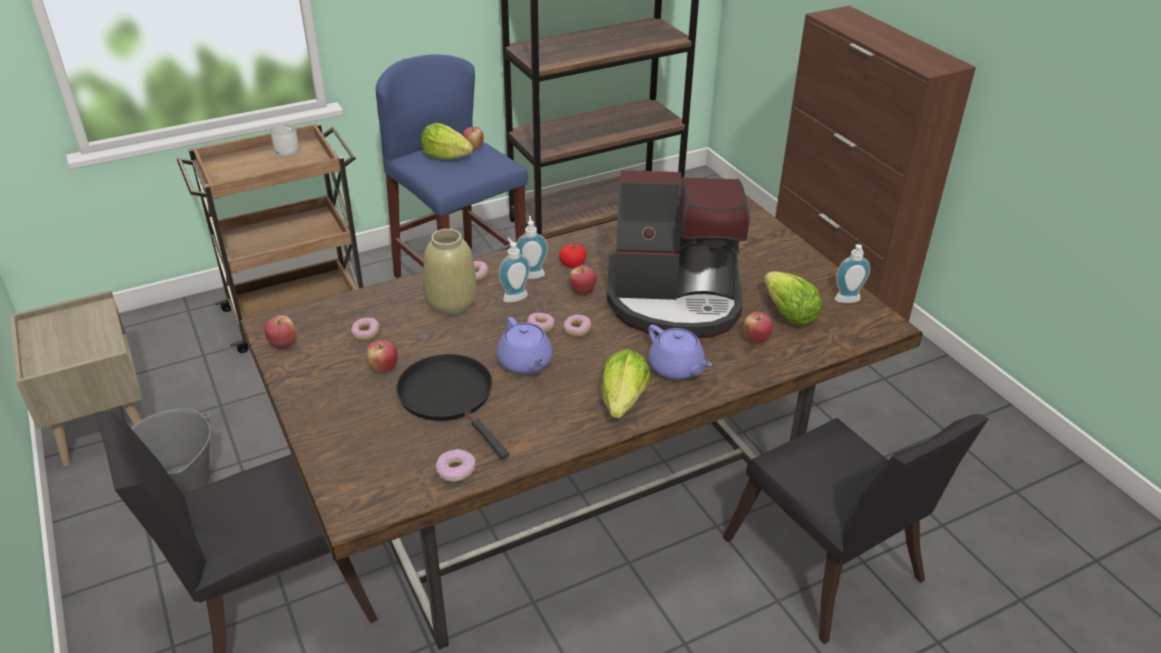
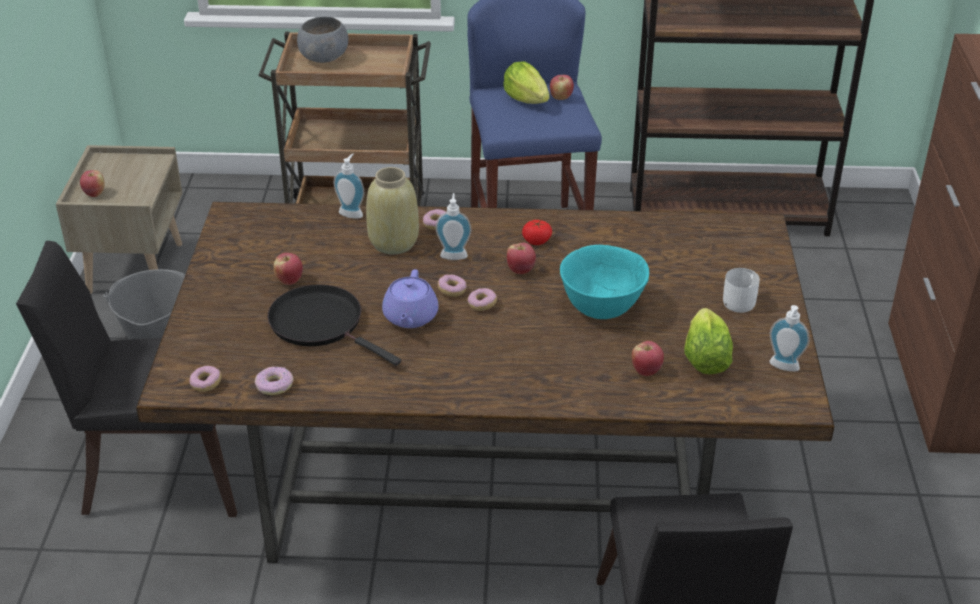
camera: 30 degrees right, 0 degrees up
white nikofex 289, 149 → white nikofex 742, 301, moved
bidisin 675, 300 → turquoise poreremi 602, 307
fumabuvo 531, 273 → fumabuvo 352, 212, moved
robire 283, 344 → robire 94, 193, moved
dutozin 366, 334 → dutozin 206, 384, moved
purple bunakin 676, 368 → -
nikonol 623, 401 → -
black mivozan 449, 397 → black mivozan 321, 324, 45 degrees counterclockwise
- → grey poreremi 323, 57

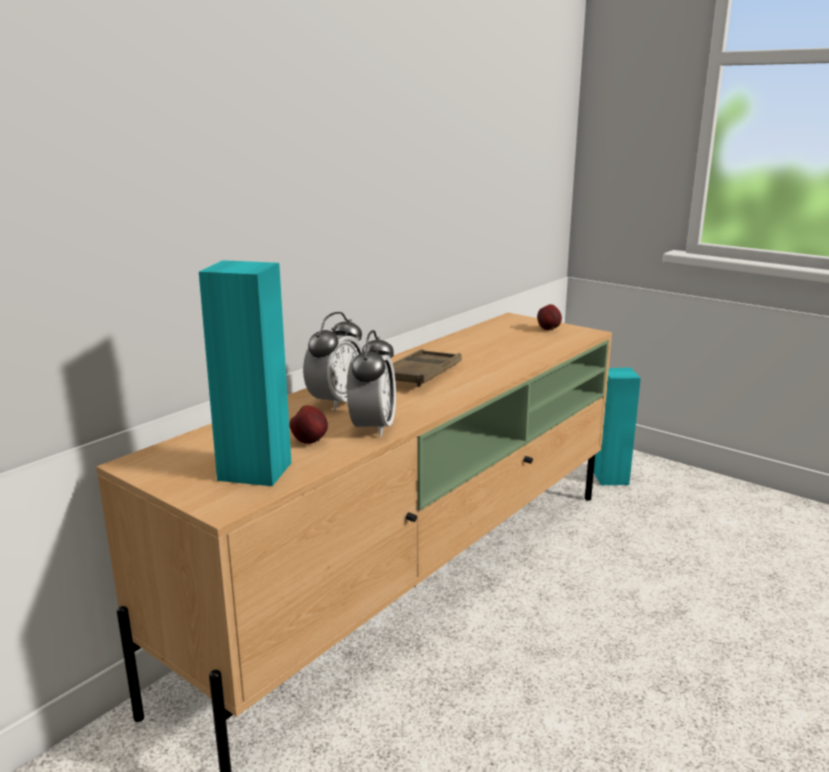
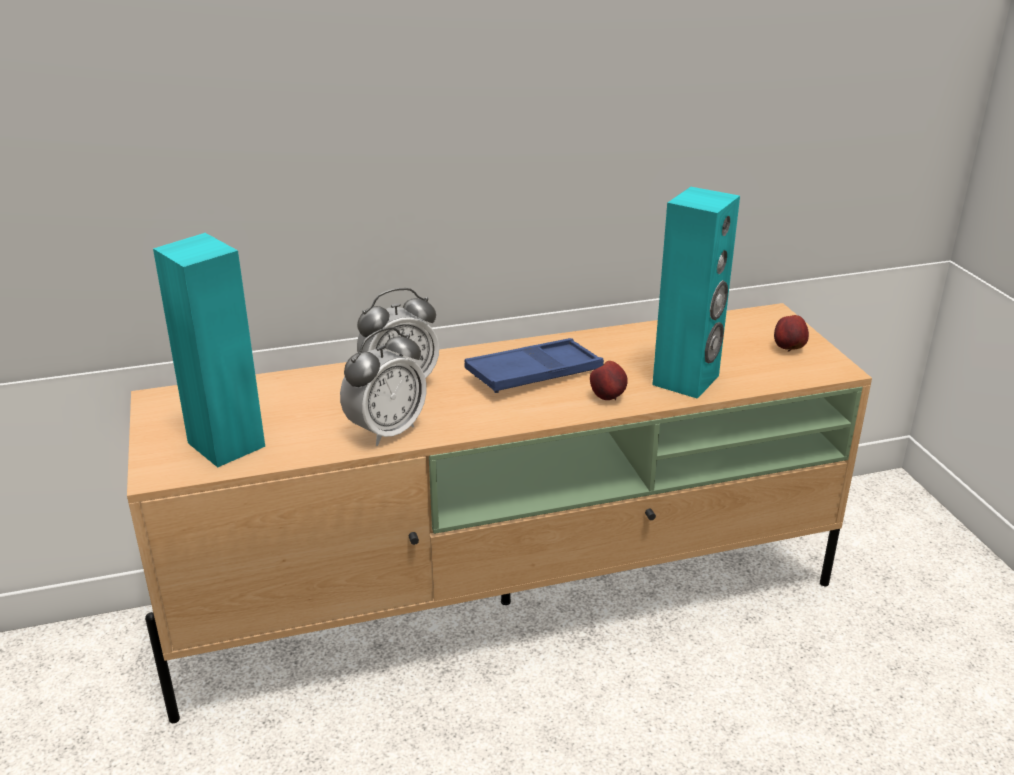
camera: 35 degrees right, 10 degrees up
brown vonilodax 422, 374 → blue vonilodax 534, 374
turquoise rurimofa 611, 477 → turquoise rurimofa 686, 380, moved
robire 310, 441 → robire 608, 397, moved

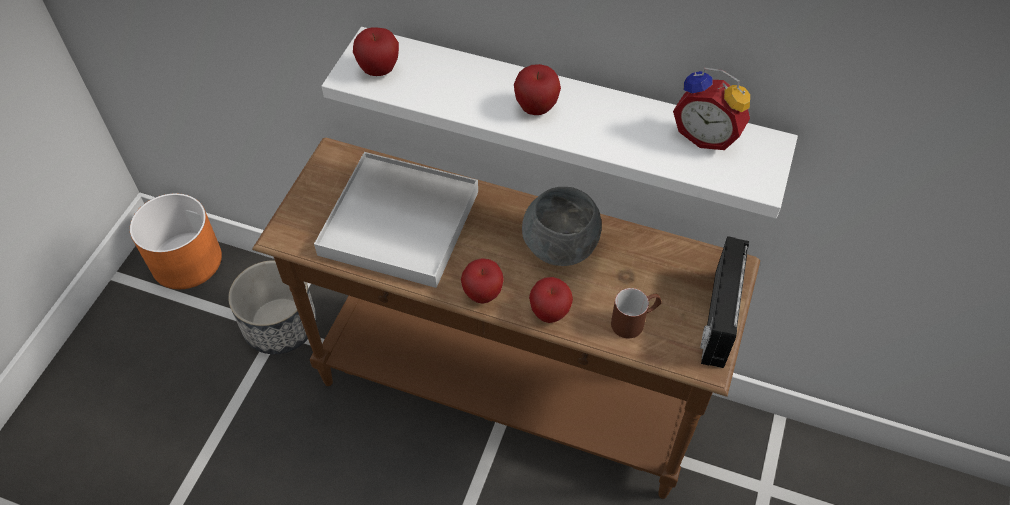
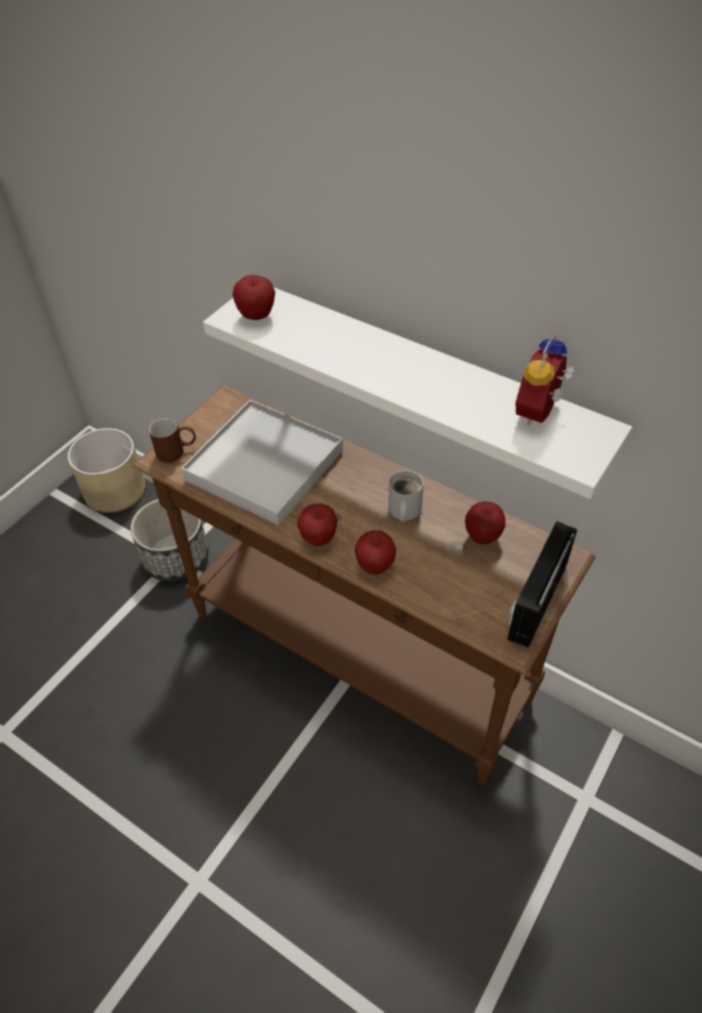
camera: 15 degrees right, 5 degrees down
robire 536, 108 → robire 482, 537, moved
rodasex 707, 135 → rodasex 540, 413, 75 degrees clockwise
grey poreremi 560, 247 → white nikofex 403, 510
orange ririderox 187, 260 → beige ririderox 115, 490
brown nikofex 635, 321 → brown nikofex 177, 451, moved

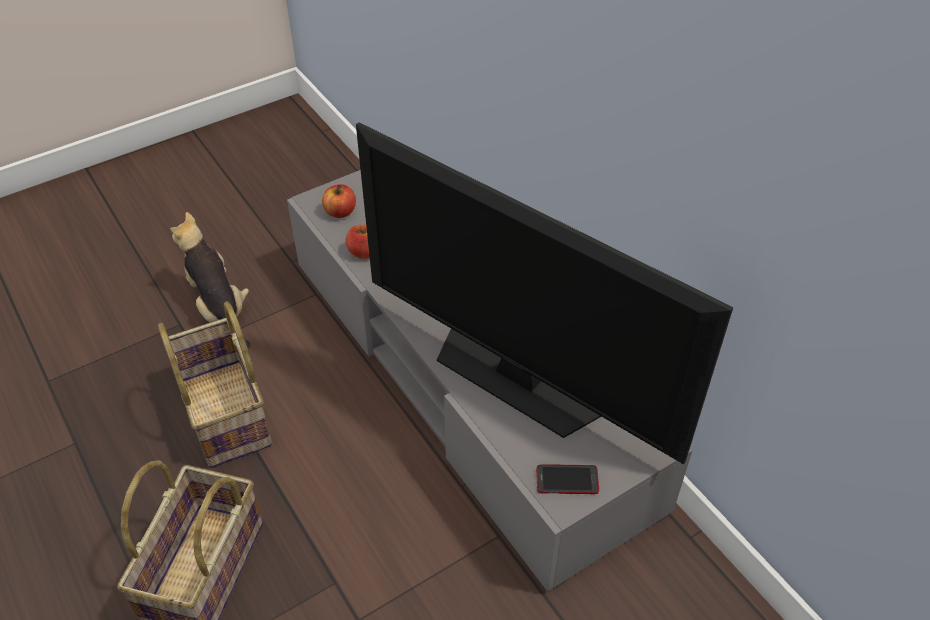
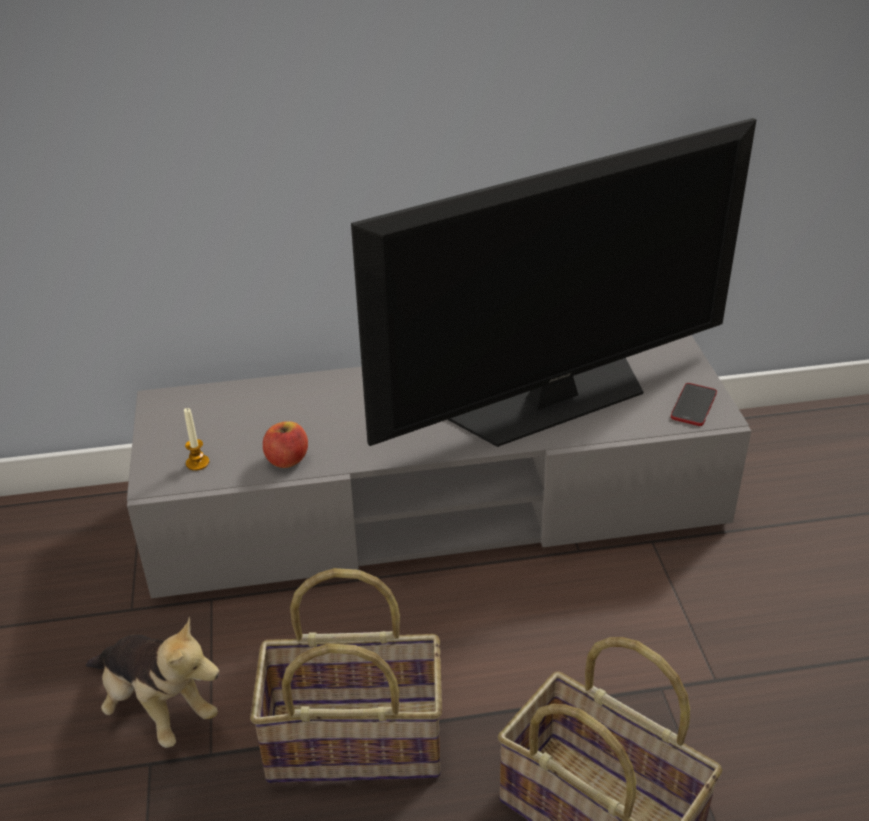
camera: 65 degrees left, 10 degrees down
robire 340, 212 → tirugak 197, 463
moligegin 220, 308 → moligegin 156, 708, 135 degrees counterclockwise

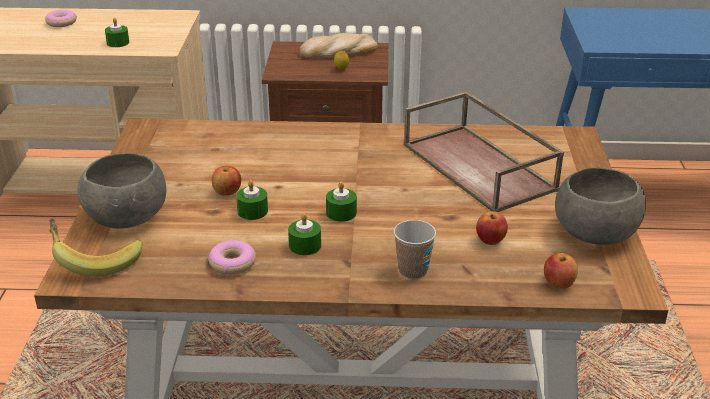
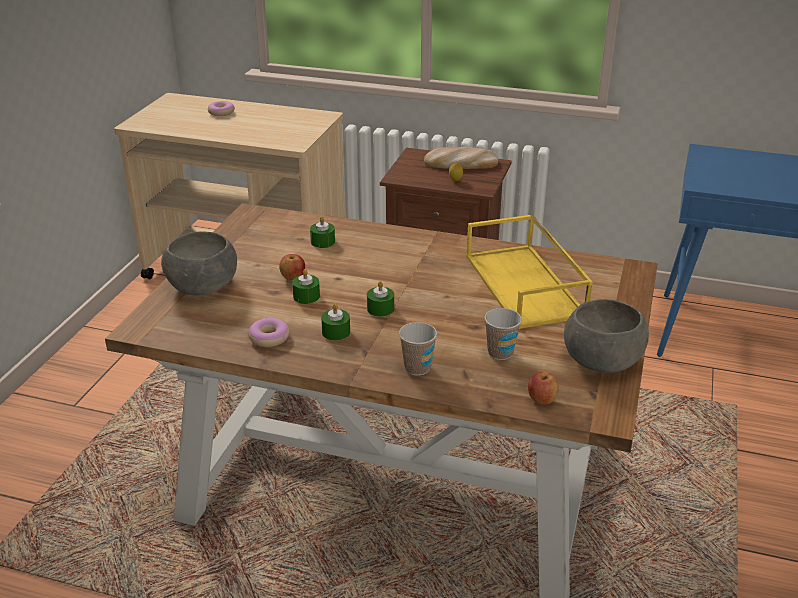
camera: 15 degrees right, 0 degrees up
green tirugak 118, 43 → green tirugak 323, 242, moved
brown vonilodax 480, 167 → yellow vonilodax 526, 286
robire 490, 241 → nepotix 500, 353
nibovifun 95, 260 → -

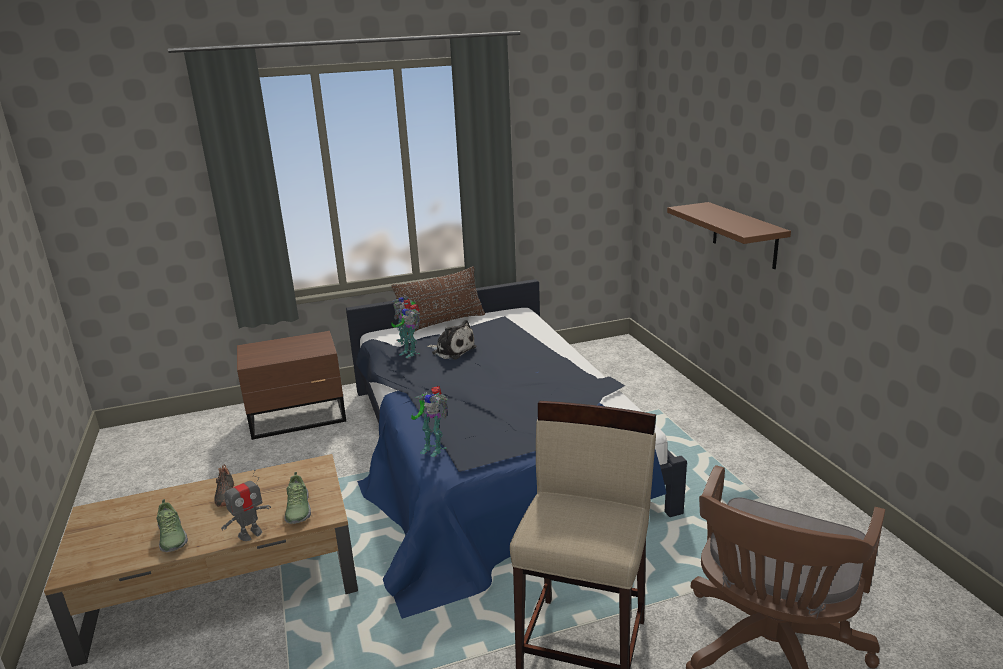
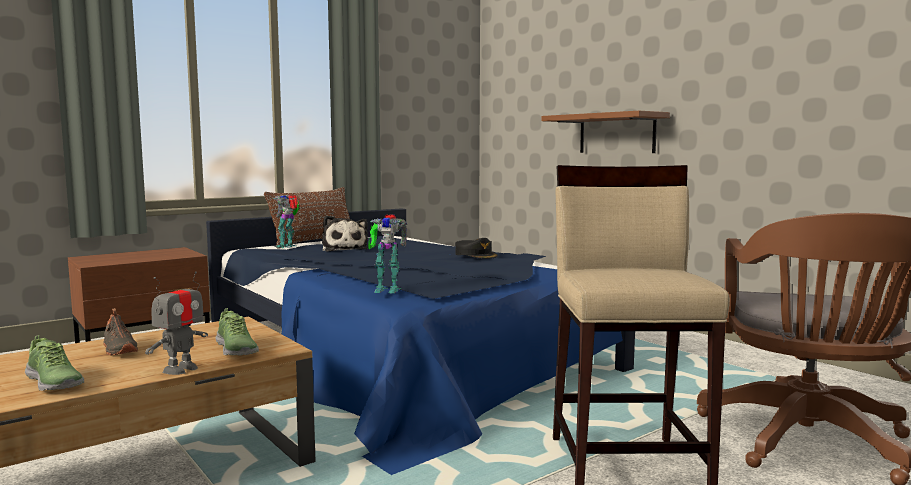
camera: 20 degrees left, 15 degrees down
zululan 410, 352 → -
moligegin 452, 350 → moligegin 344, 249, 60 degrees clockwise
- → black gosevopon 476, 255

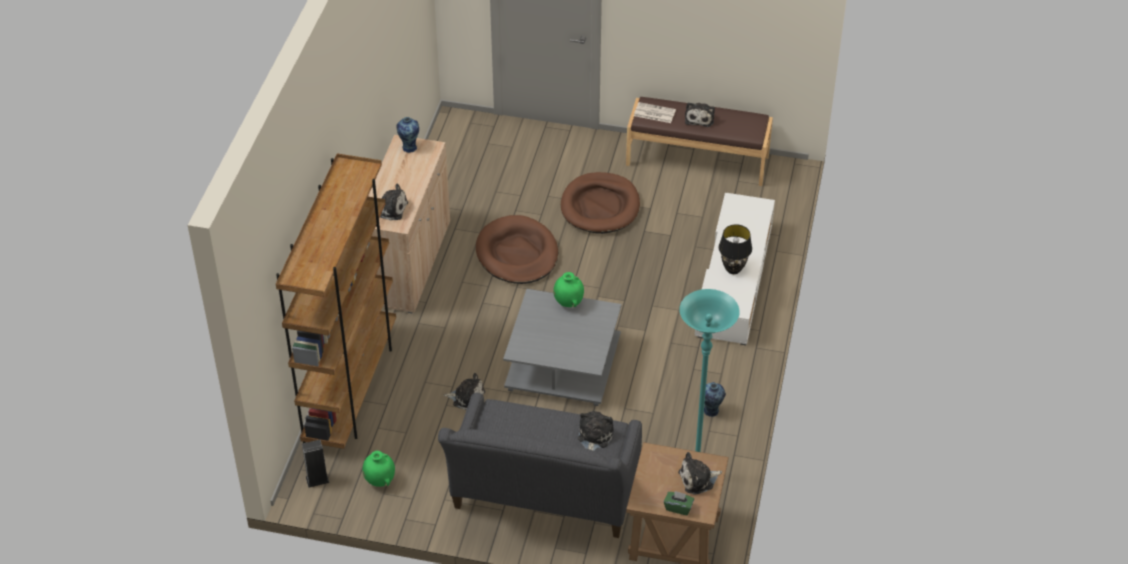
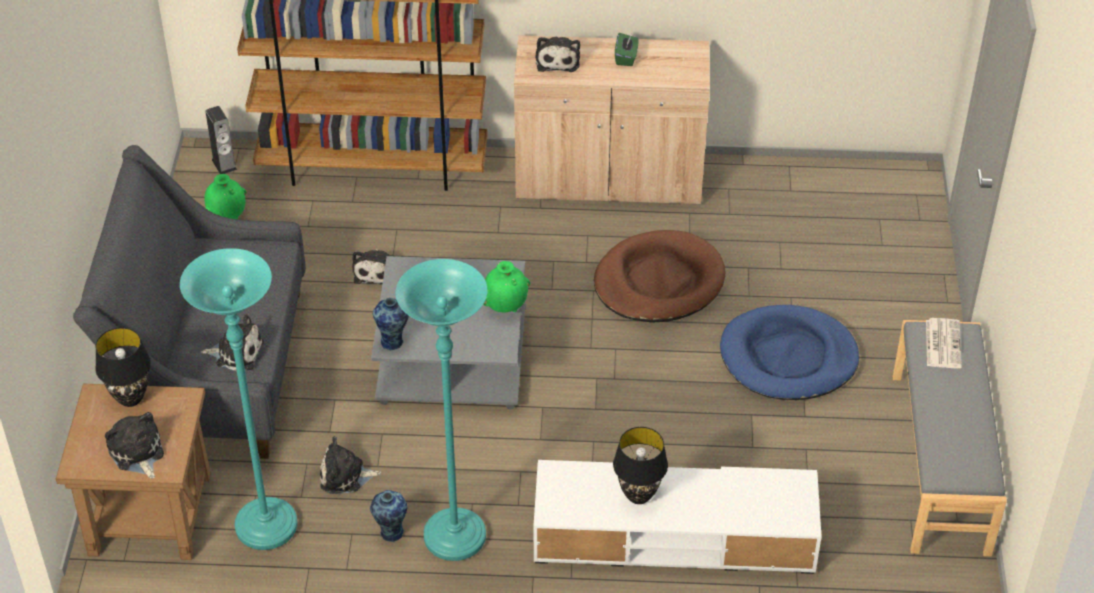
camera: 80 degrees right, 0 degrees up
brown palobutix 697, 160 → grey palobutix 941, 462
moligegin 699, 118 → moligegin 345, 476, moved
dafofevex 409, 147 → dafofevex 393, 341, moved
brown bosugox 600, 206 → blue bosugox 788, 357
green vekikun 678, 507 → green vekikun 626, 57, moved
- → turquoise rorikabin 455, 537
- → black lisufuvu 131, 398

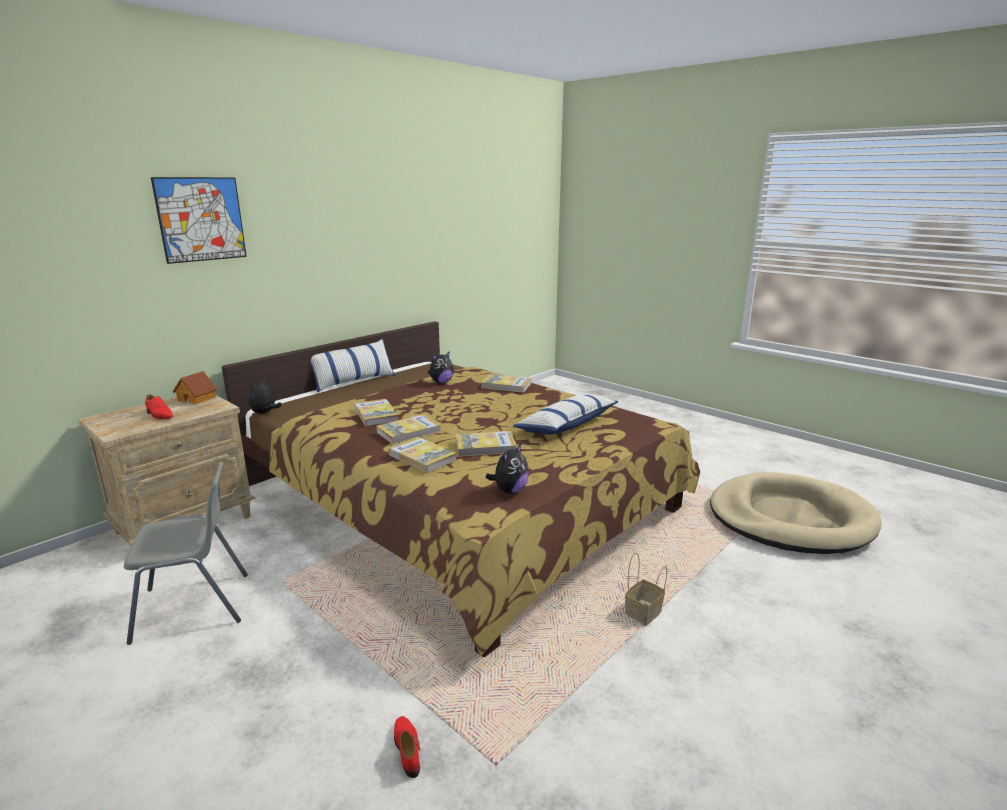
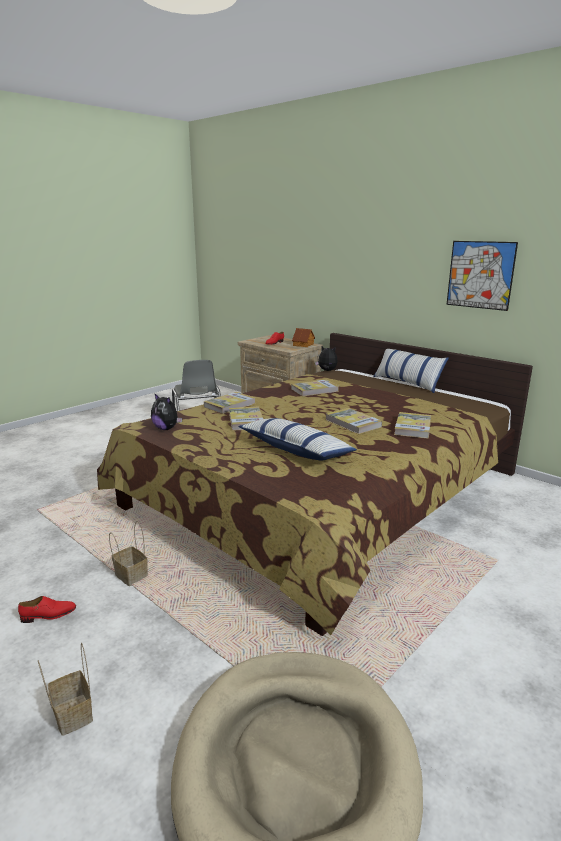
camera: 90 degrees right, 0 degrees up
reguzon 201, 219 → reguzon 480, 275, moved
moligegin 441, 382 → -
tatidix 409, 432 → tatidix 353, 423, moved
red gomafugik 407, 748 → red gomafugik 48, 615, moved
- → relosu 71, 713

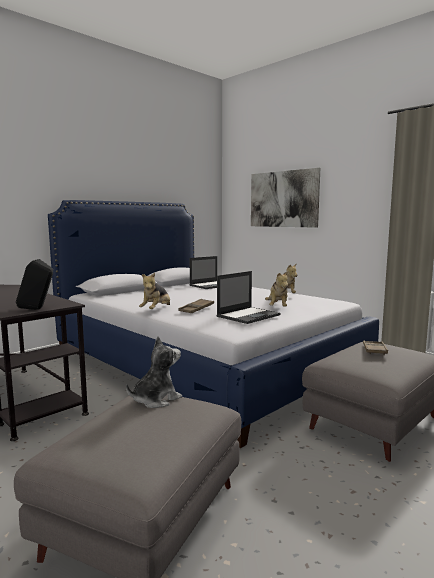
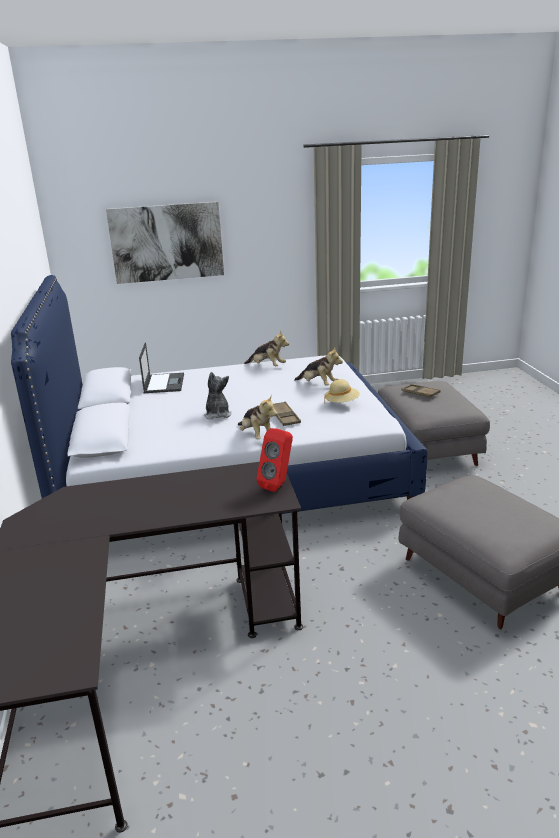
camera: 55 degrees left, 15 degrees up
black rurimofa 37, 309 → red rurimofa 278, 484
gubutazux 249, 315 → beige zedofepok 341, 403
moligegin 156, 399 → moligegin 217, 414, moved

